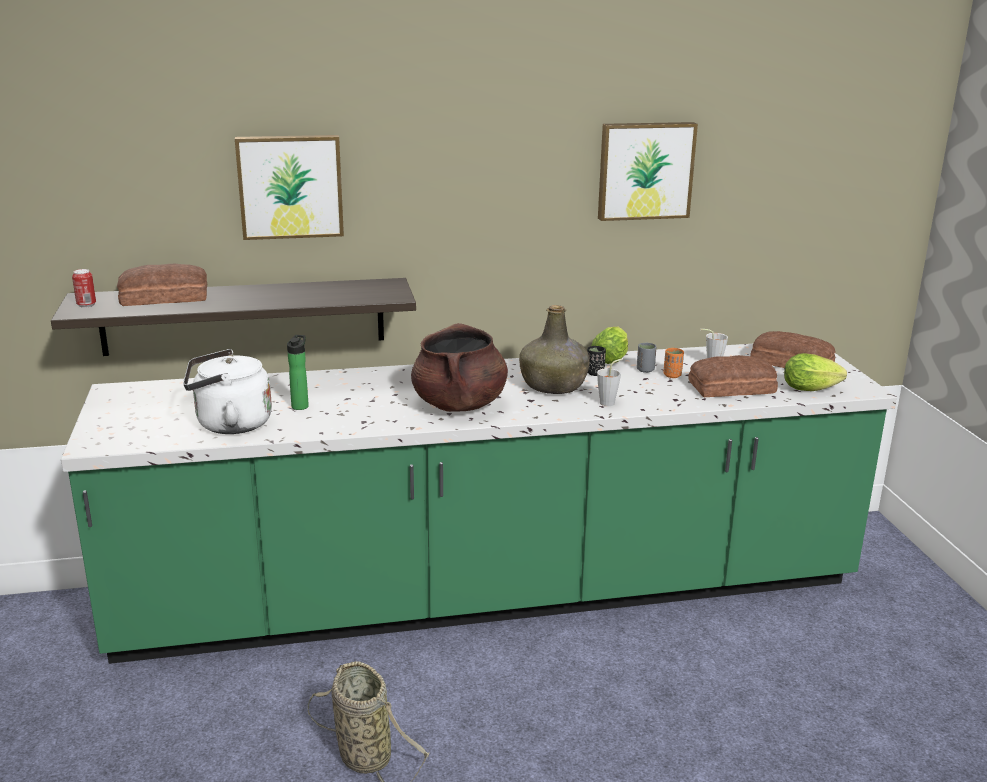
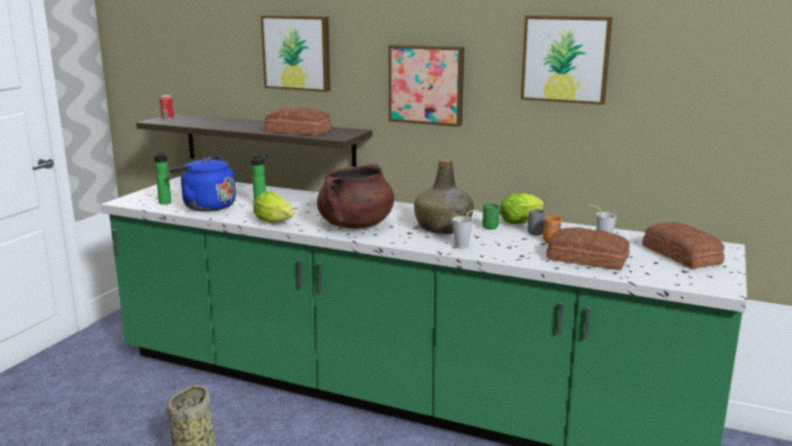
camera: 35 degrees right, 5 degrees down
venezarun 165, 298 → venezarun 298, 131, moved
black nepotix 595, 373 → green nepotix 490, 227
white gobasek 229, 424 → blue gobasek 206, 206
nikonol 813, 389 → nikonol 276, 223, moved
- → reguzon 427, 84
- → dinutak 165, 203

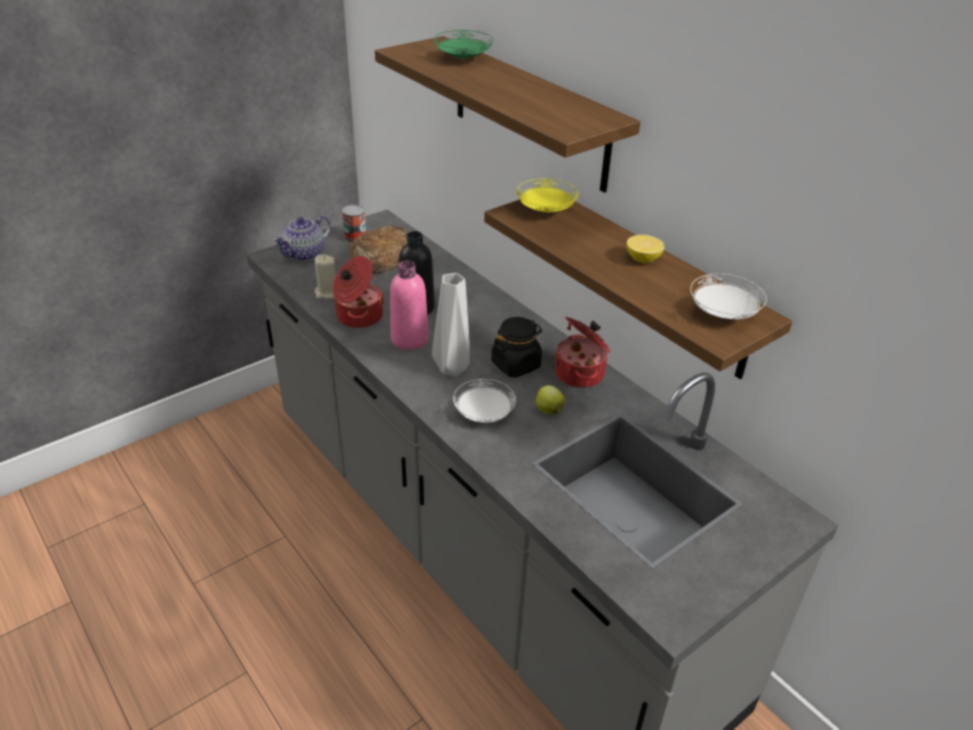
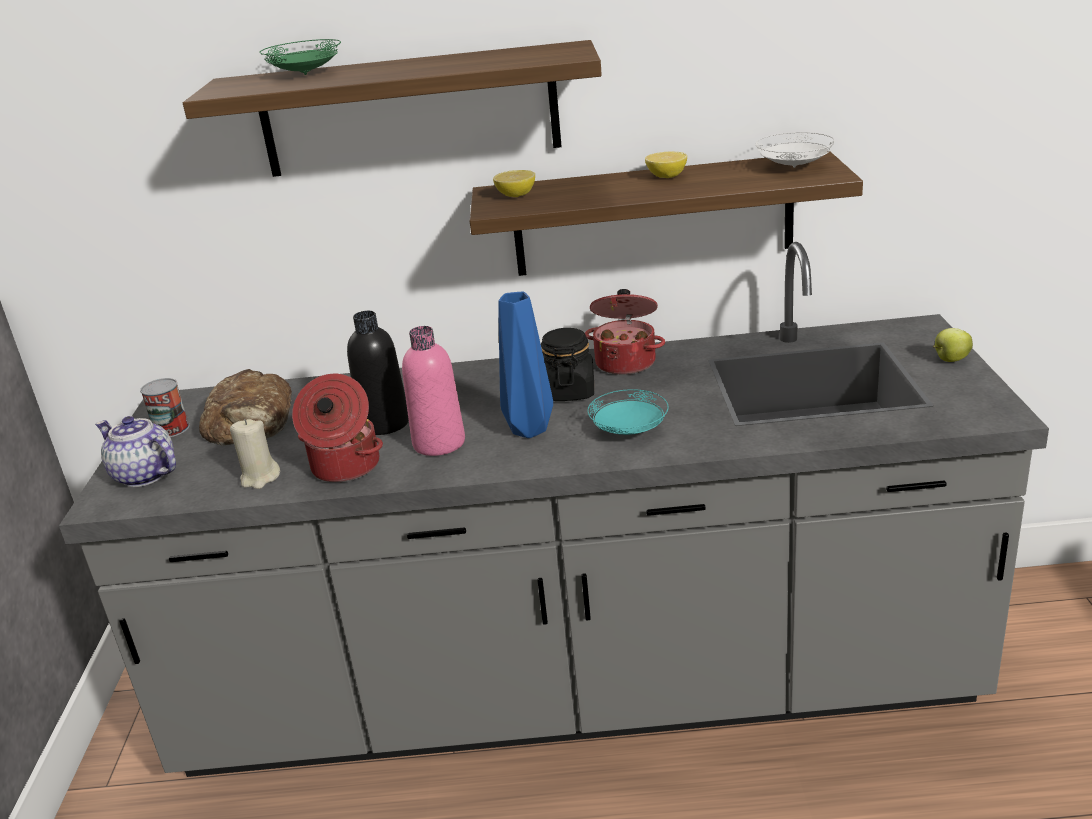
camera: 50 degrees left, 10 degrees down
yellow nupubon 545, 211 → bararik 516, 195
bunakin 305, 254 → bunakin 143, 475, 135 degrees clockwise
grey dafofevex 450, 369 → blue dafofevex 528, 431
white nupubon 483, 414 → turquoise nupubon 629, 432
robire 548, 410 → robire 950, 360, moved

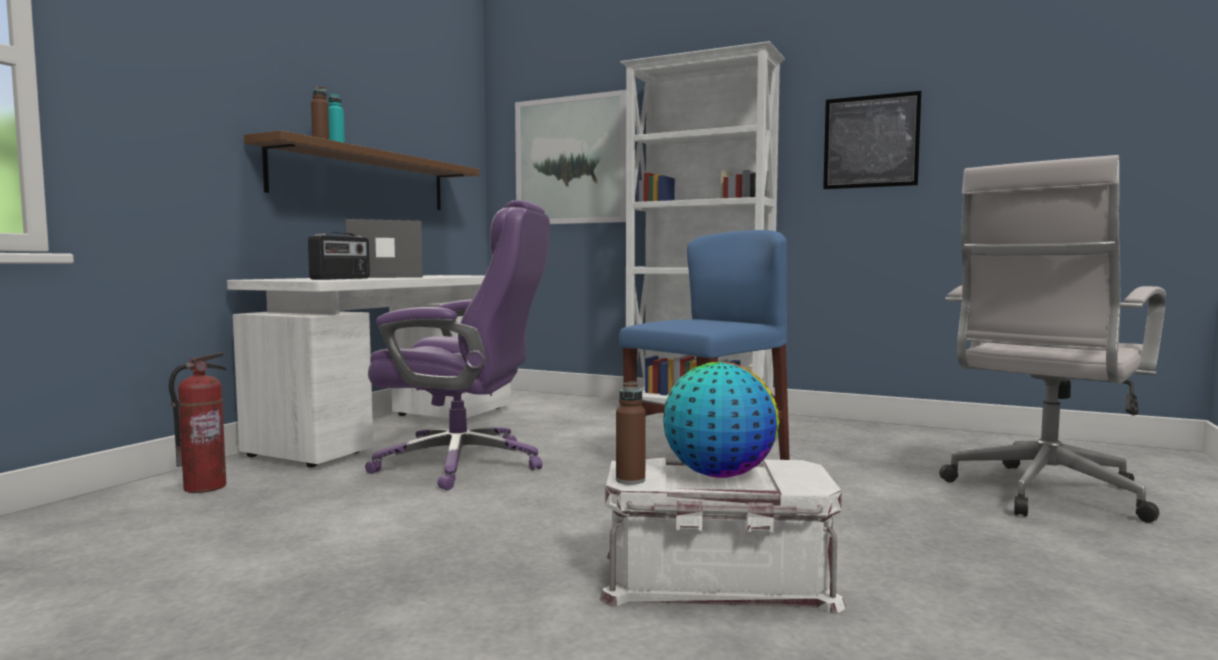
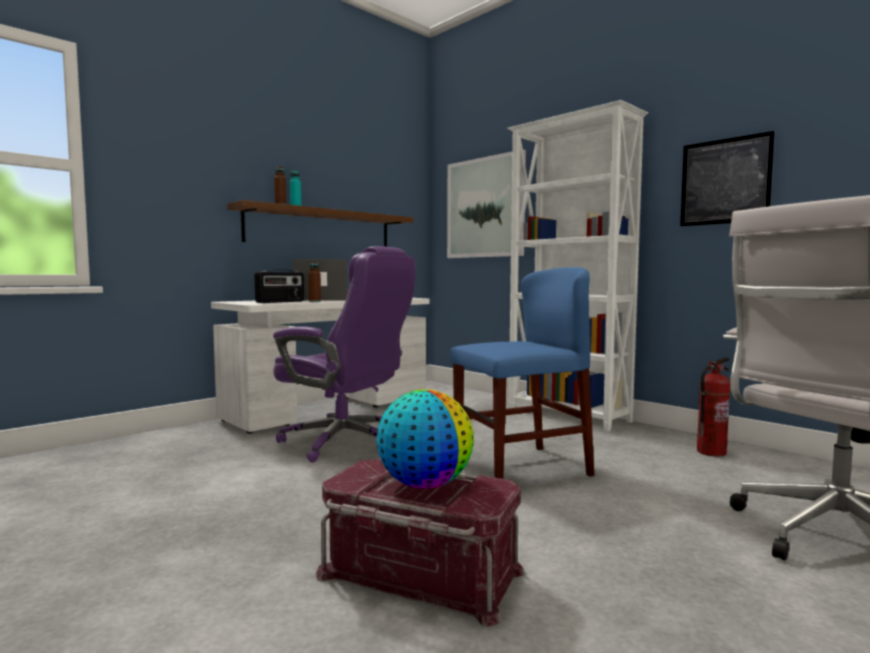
camera: 20 degrees right, 0 degrees up
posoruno 205, 487 → posoruno 711, 452, moved
brown dinutak 630, 480 → brown dinutak 315, 301, moved
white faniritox 716, 581 → red faniritox 418, 574

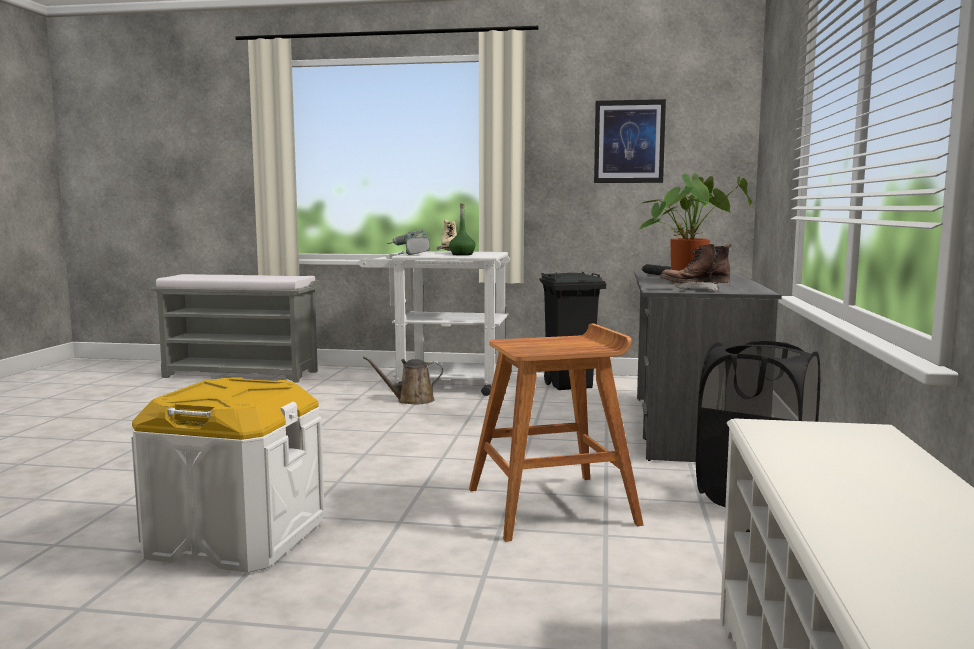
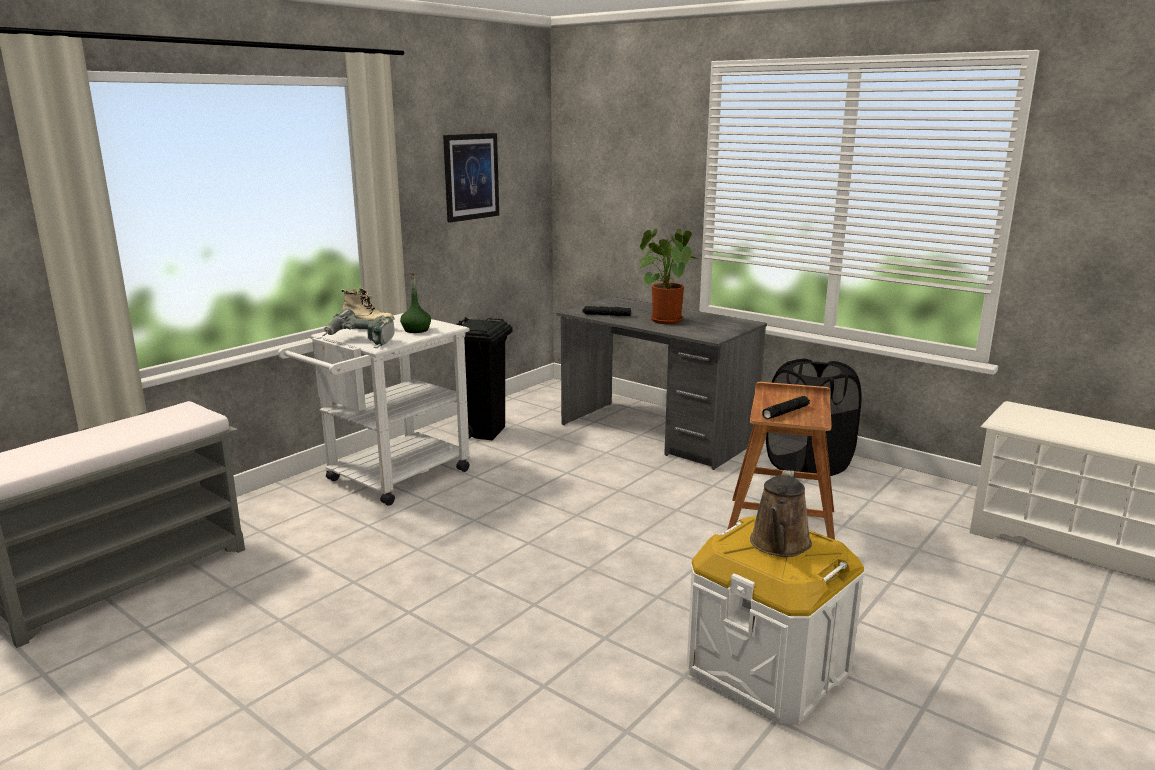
camera: 60 degrees left, 10 degrees up
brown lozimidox 695, 289 → -
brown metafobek 411, 400 → brown metafobek 779, 545, moved
- → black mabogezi 786, 412

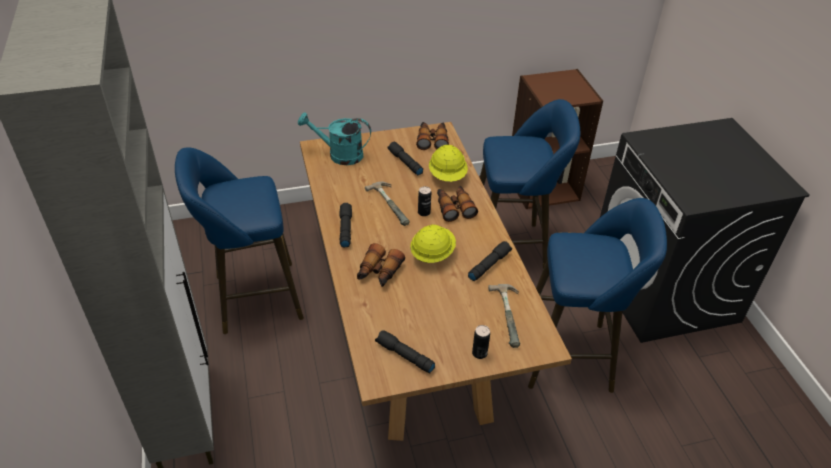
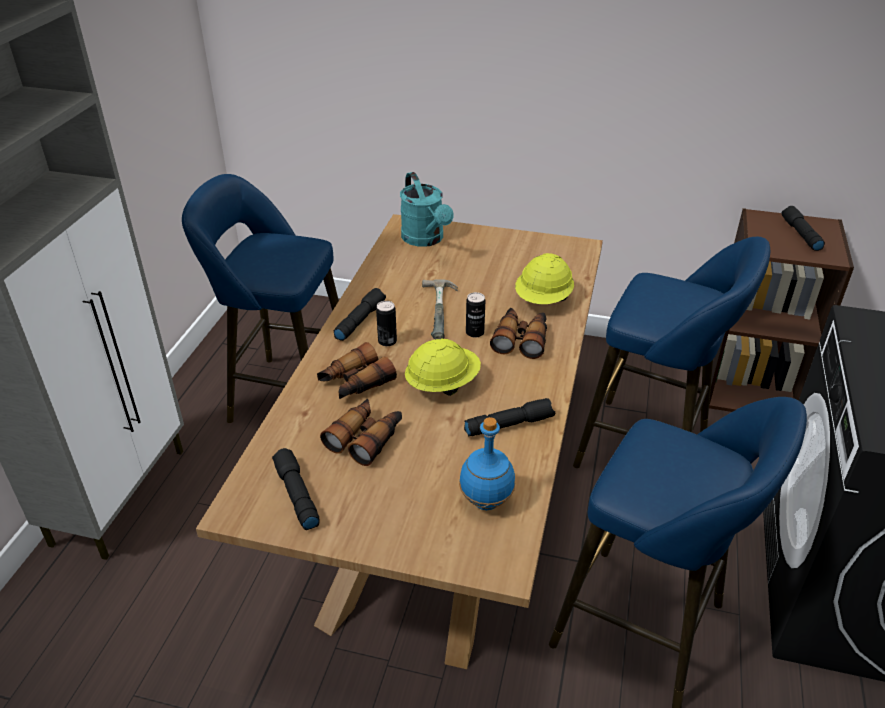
camera: 30 degrees right, 5 degrees down
turquoise metafobek 339, 155 → turquoise metafobek 426, 239, 150 degrees counterclockwise
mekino 432, 140 → mekino 366, 437, moved
black mabogezi 404, 162 → black mabogezi 800, 234, moved
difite 512, 315 → blue dinutak 486, 502
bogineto 479, 353 → bogineto 387, 341, moved

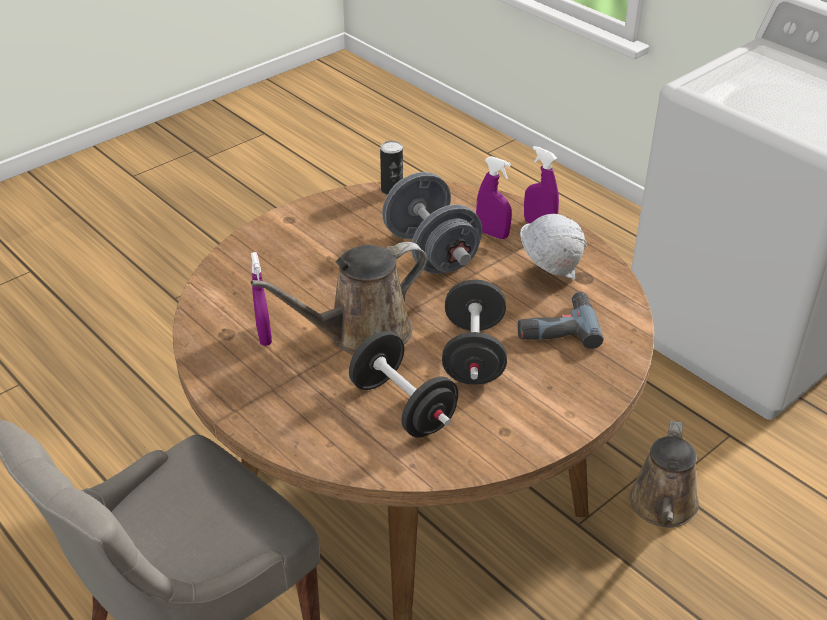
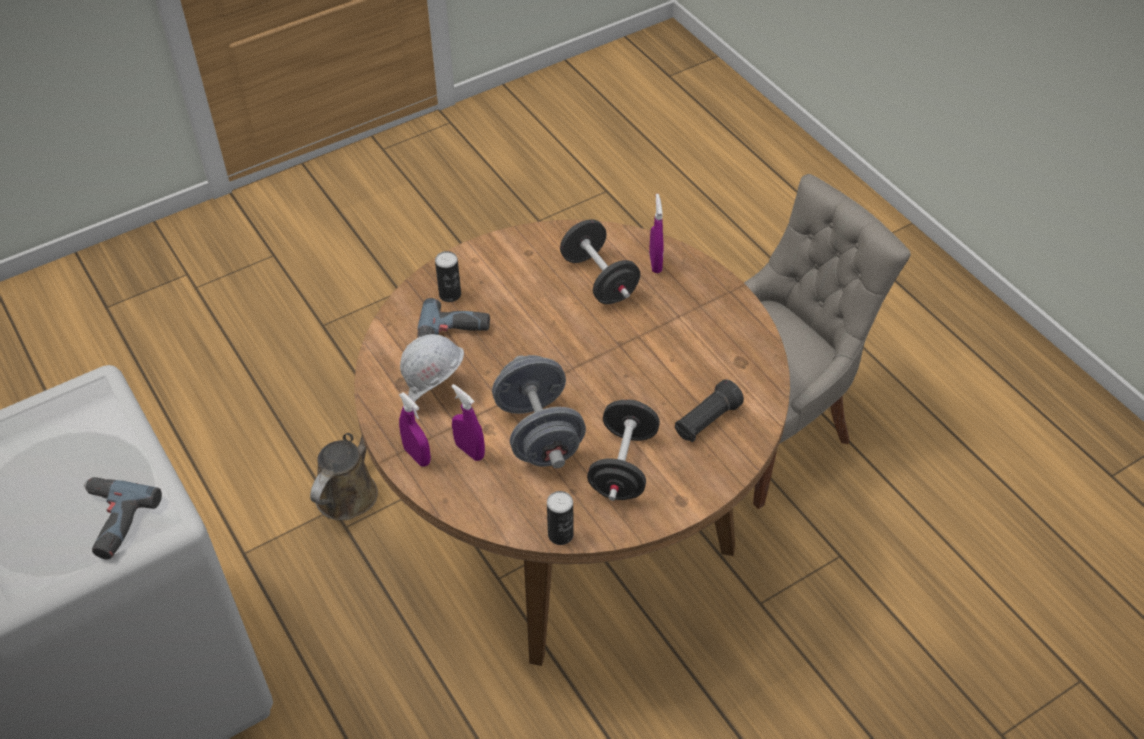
camera: 170 degrees left, 10 degrees up
brown metafobek 361, 333 → -
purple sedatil 264, 335 → purple sedatil 655, 263, moved
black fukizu 473, 354 → black fukizu 623, 466, moved
- → bogineto 450, 294
- → black mabogezi 706, 421
- → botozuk 110, 522

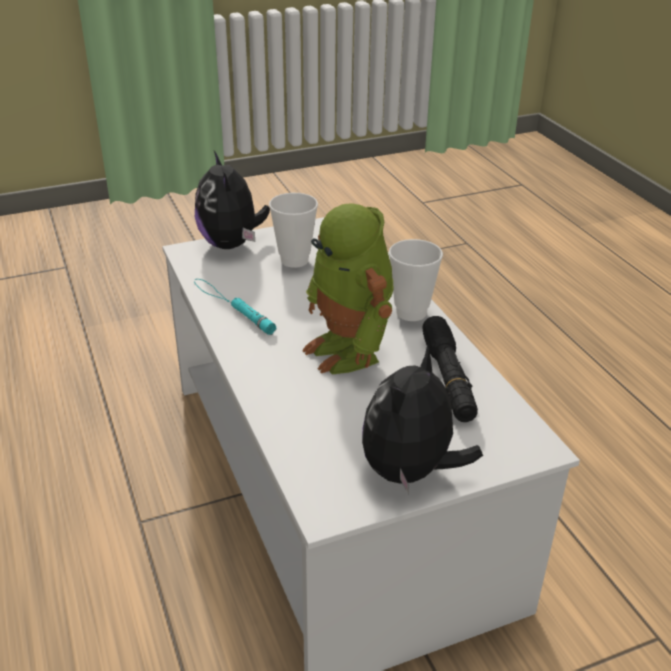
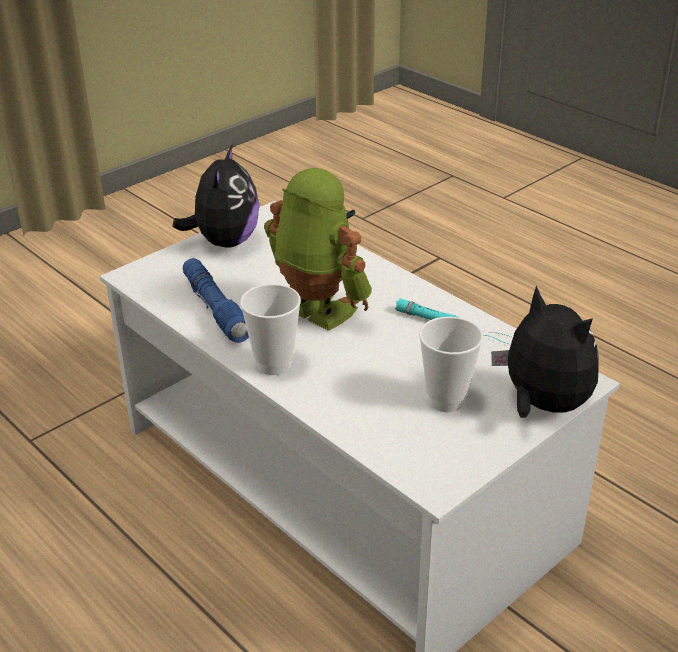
camera: 160 degrees right, 0 degrees up
black mabogezi 448, 378 → blue mabogezi 215, 308

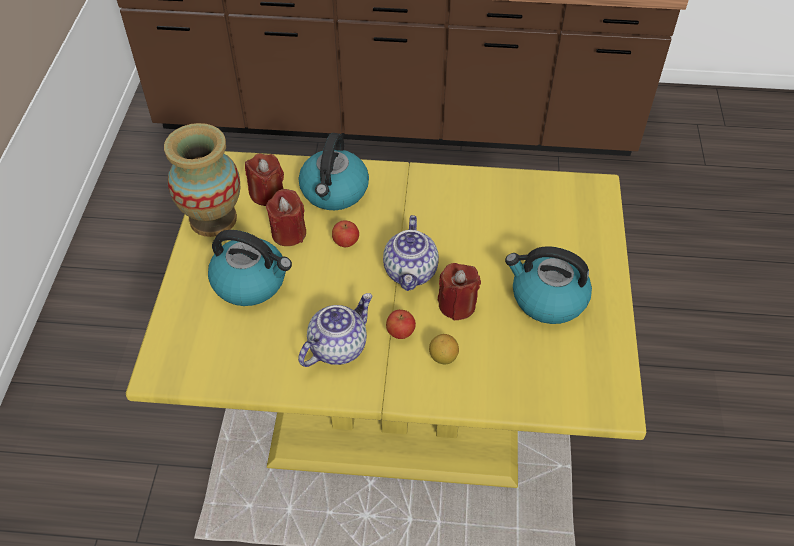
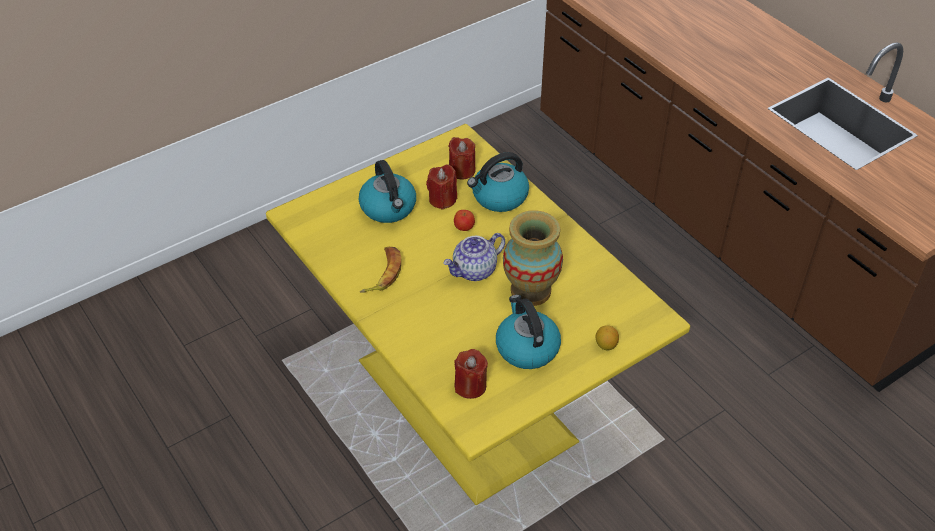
camera: 50 degrees right, 5 degrees down
dafofevex 213, 219 → dafofevex 530, 291, moved
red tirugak 457, 305 → red tirugak 470, 386, moved
bunakin 337, 346 → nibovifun 383, 273
robire 400, 332 → -
bararik 443, 357 → bararik 606, 345, moved

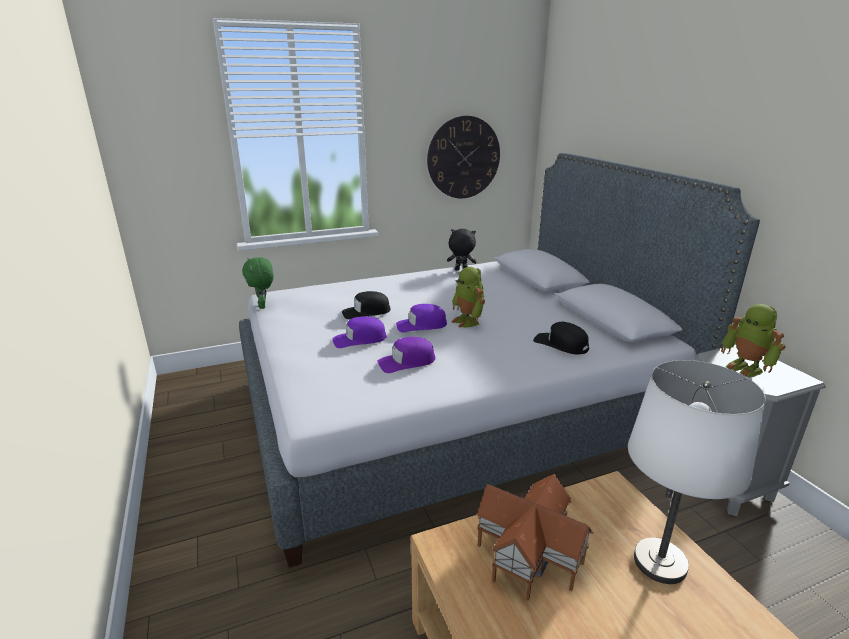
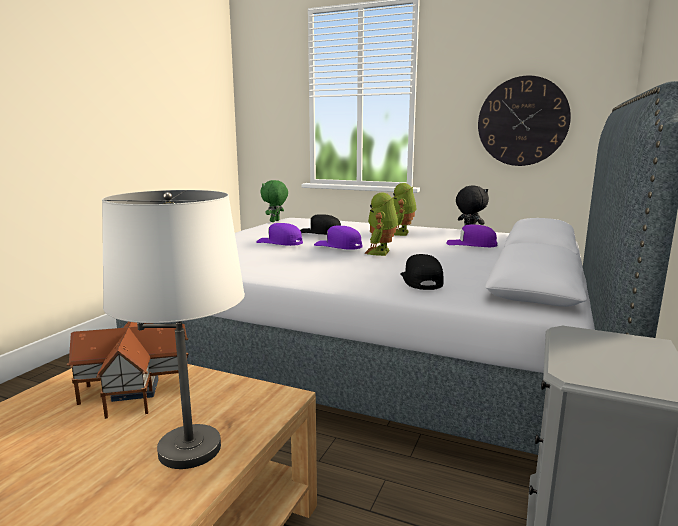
camera: 45 degrees right, 10 degrees down
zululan 746, 368 → zululan 402, 233, moved
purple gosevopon 406, 362 → purple gosevopon 471, 244, moved

